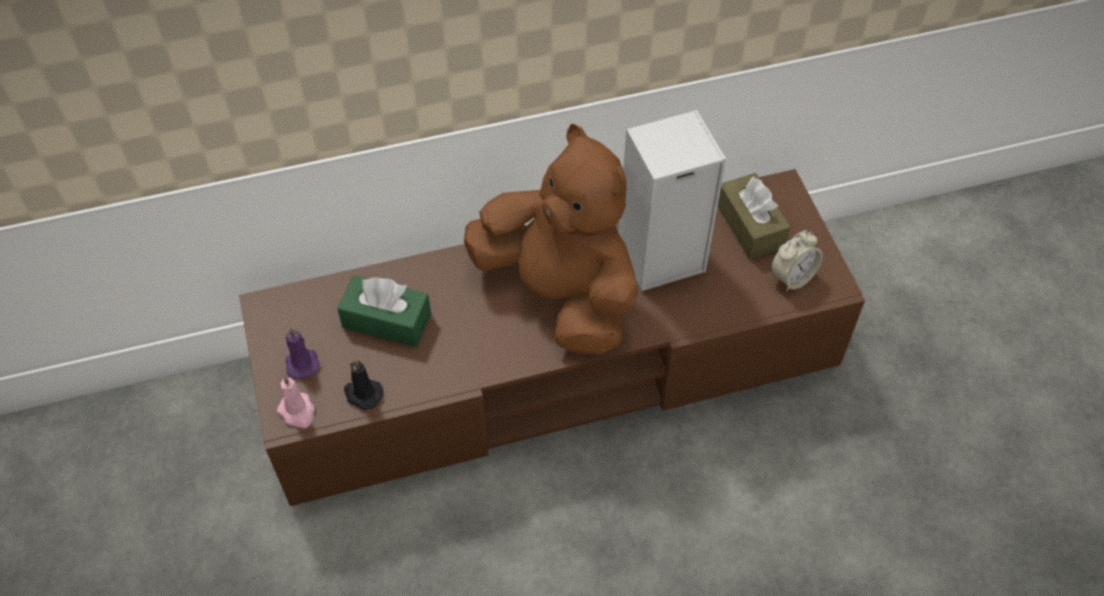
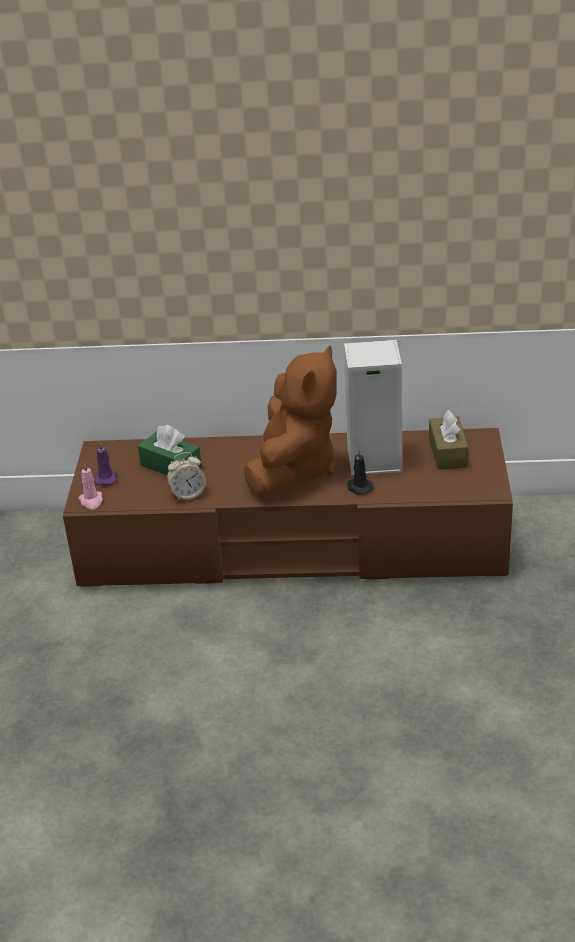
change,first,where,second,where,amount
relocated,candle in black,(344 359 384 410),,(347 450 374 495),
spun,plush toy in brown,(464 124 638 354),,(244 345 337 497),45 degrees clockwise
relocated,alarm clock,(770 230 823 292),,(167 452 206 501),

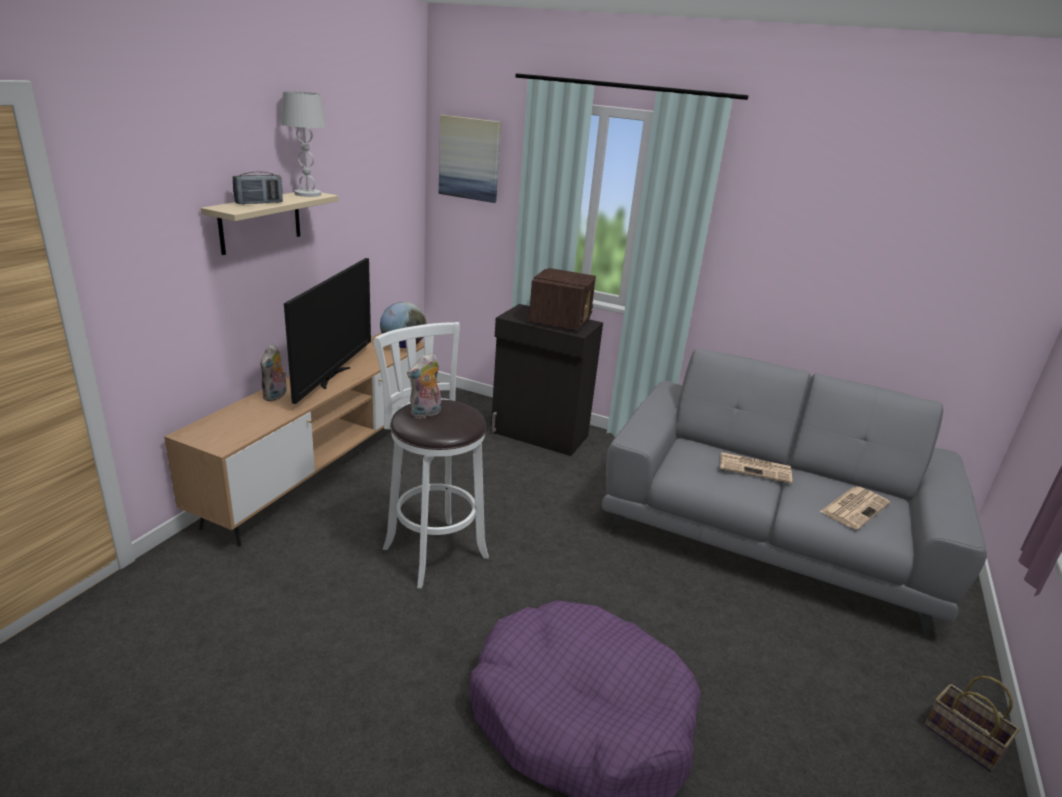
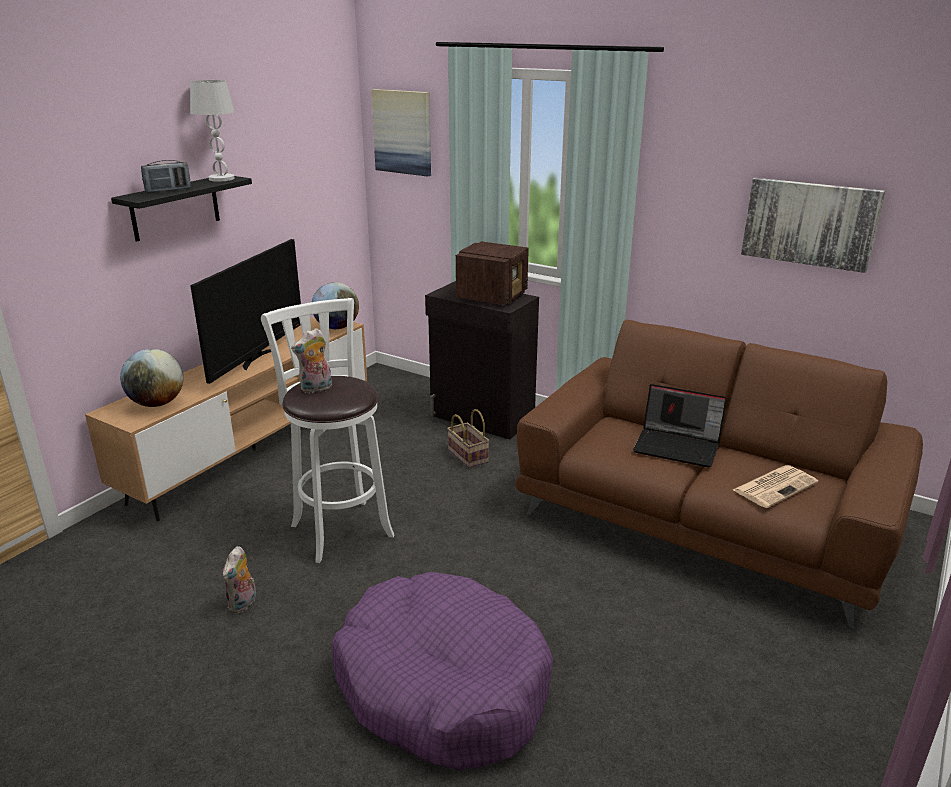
change,first,where,second,where,amount
colour,shelf in beige,(201 192 339 255),shelf in black,(111 176 252 242),
relocated,plush toy,(261 343 287 401),,(222 546 256 613),
colour,sofa in grey,(602 348 987 638),sofa in brown,(515 320 923 629),
exchanged,newspaper,(720 452 792 483),laptop,(633 384 727 467),
relocated,basket,(925 676 1020 772),,(447 409 490 468),
appeared,,,globe,(120 349 183 407),
appeared,,,picture,(741 178 885 273),

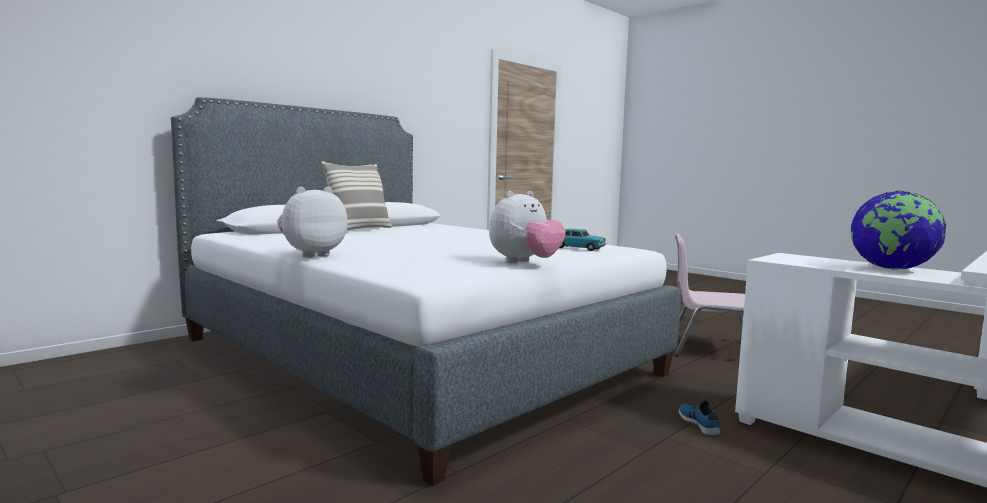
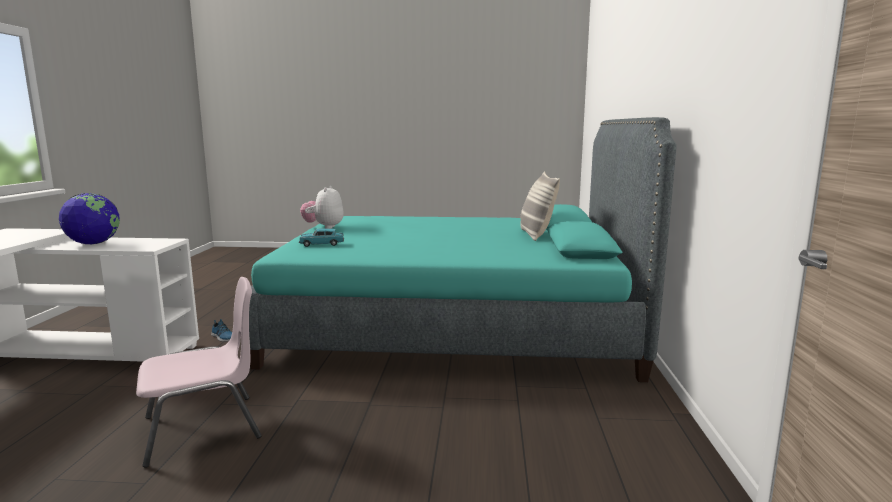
change,first,where,second,where,amount
colour,bed in white,(171 97 681 486),bed in turquoise,(249 117 677 382),
missing,plush toy,(277 187 348 258),,,

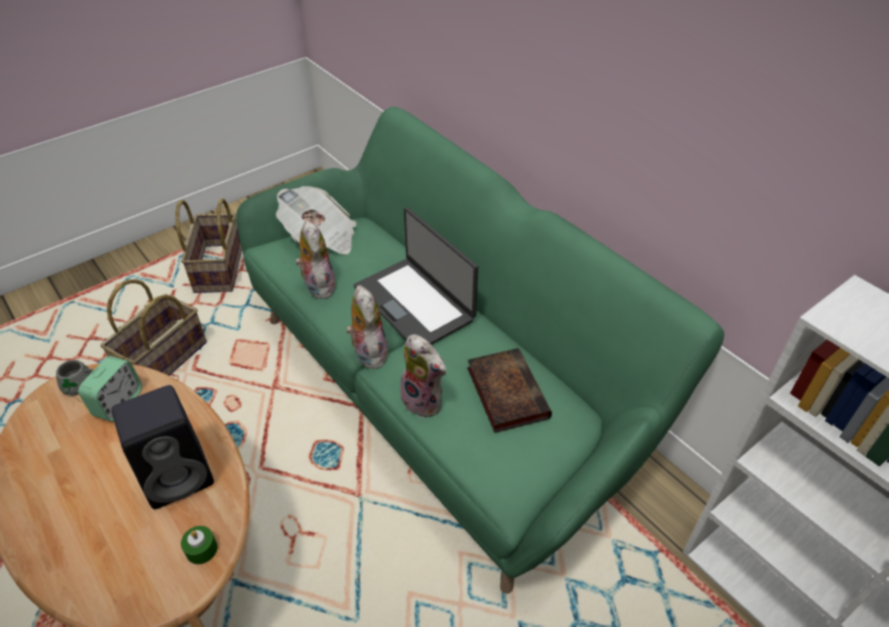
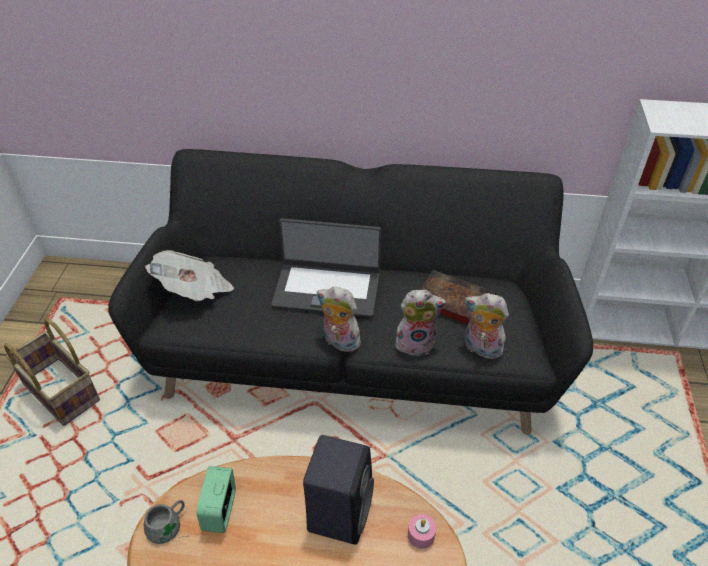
change,first,where,second,where,amount
spun,alarm clock,(78 356 142 422),,(196 466 236 533),150 degrees counterclockwise
missing,basket,(100 279 207 376),,,
colour,candle in green,(181 526 218 564),candle in pink,(408 514 436 549),
colour,sofa in green,(236 107 724 594),sofa in black,(108 149 593 435),
relocated,plush toy,(295 220 336 299),,(465 293 509 359),

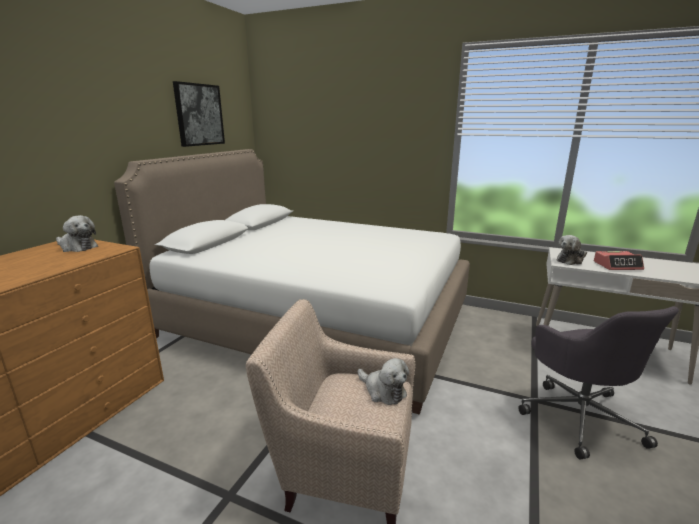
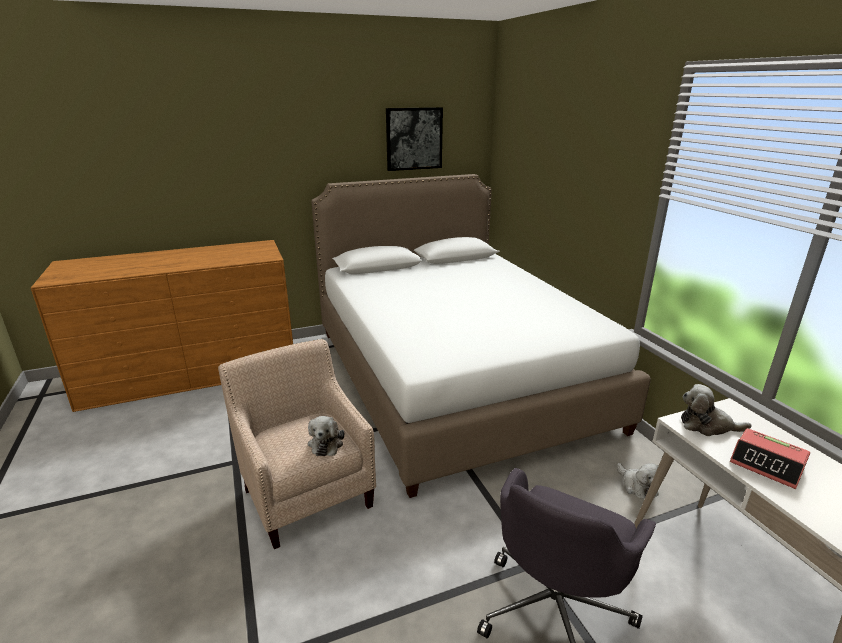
change,first,where,second,where,amount
relocated,plush toy,(56 215 98 252),,(617 463 658 499),

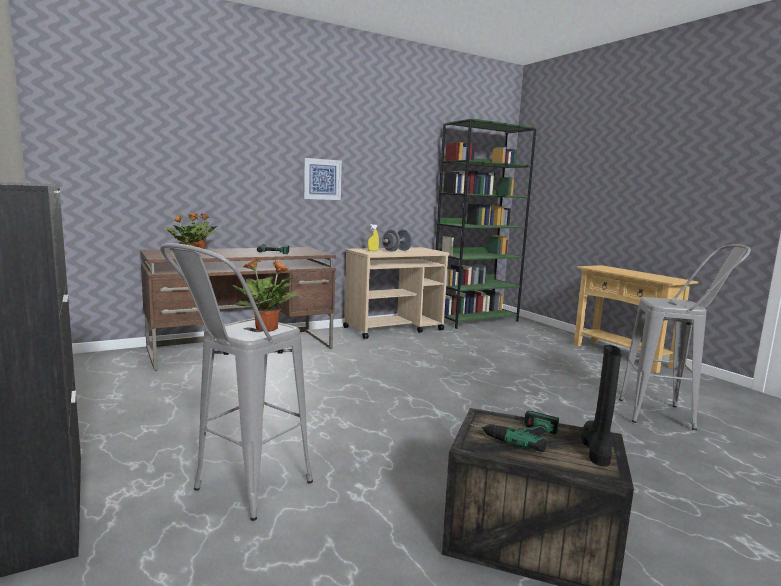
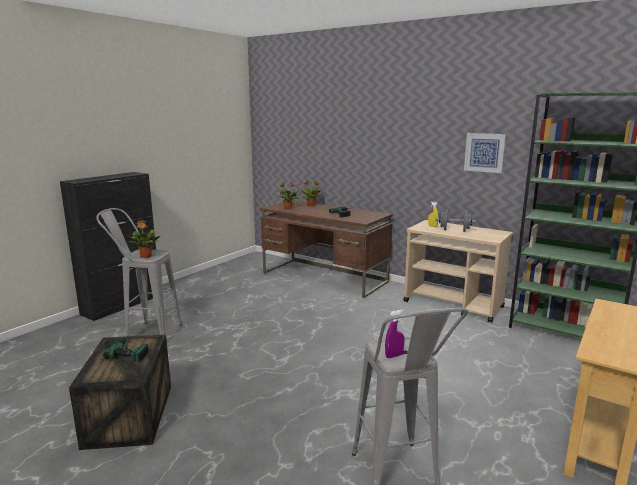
change,first,where,second,where,amount
relocated,picture,(303 158 342 200),,(464 133 506 173),
missing,boot in black,(581 345 621 466),,,
appeared,,,spray bottle in purple,(385 310 404 358),

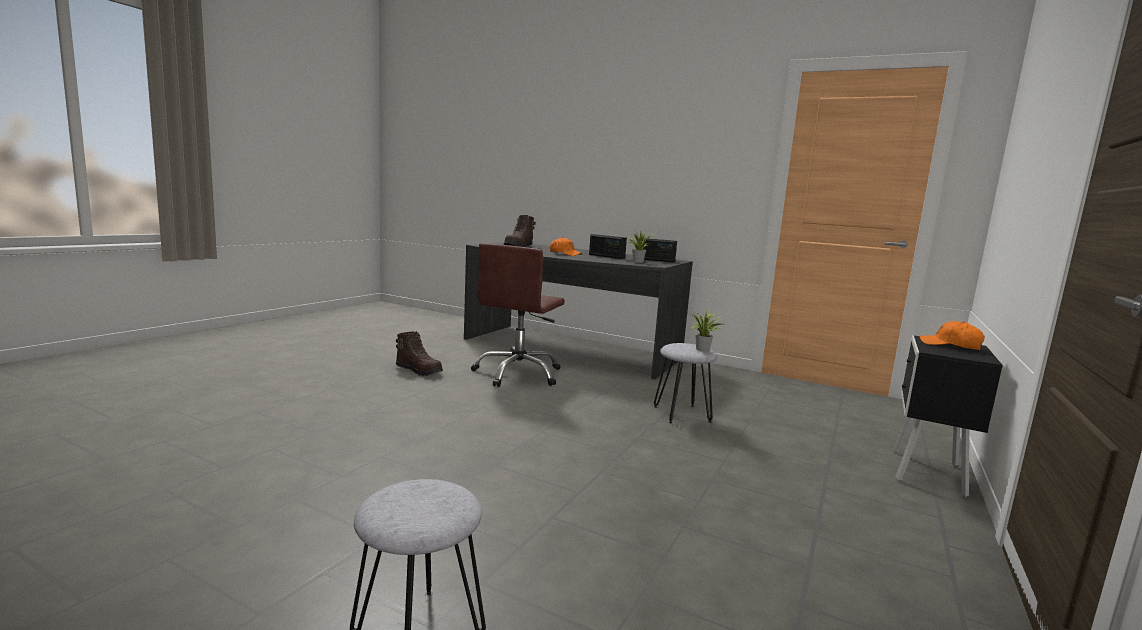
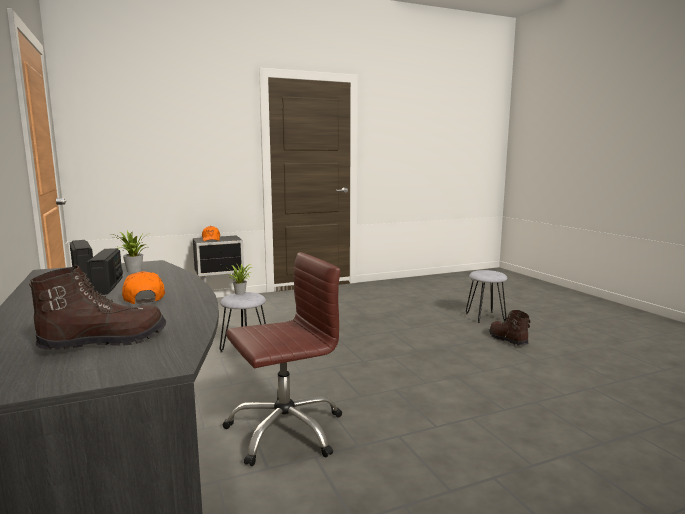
change,first,where,second,where,amount
relocated,boot in brown,(396 331 443 376),,(489 310 530 345),

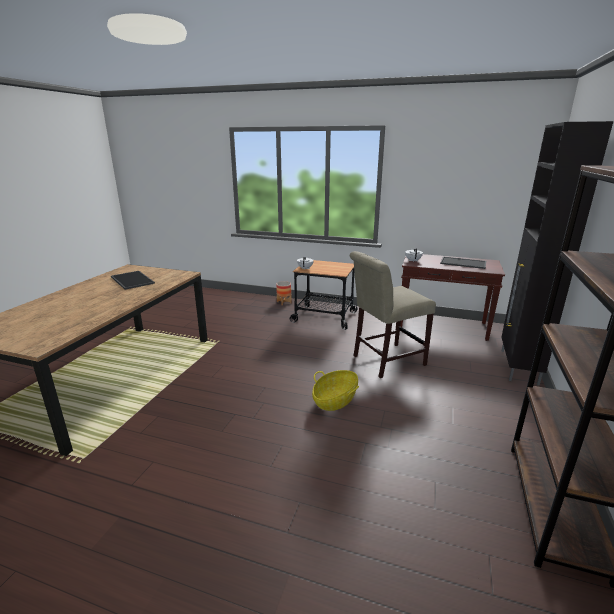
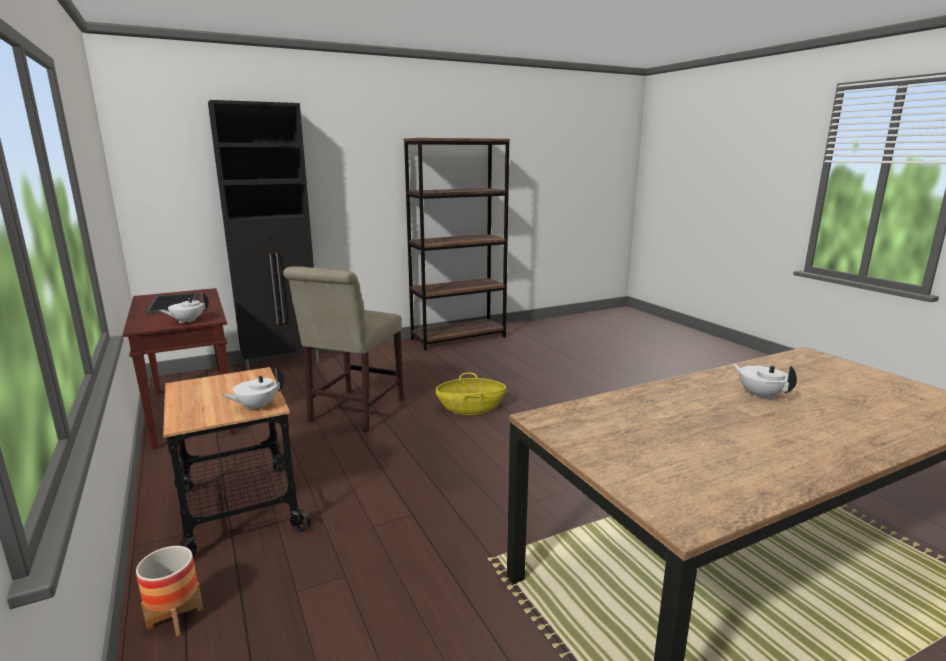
change,first,where,second,where,amount
missing,tray,(111 271 155 290),,,
spun,chair in beige,(350 251 436 378),,(283 266 403 433),90 degrees clockwise
appeared,,,teapot in white,(732 363 797 400),

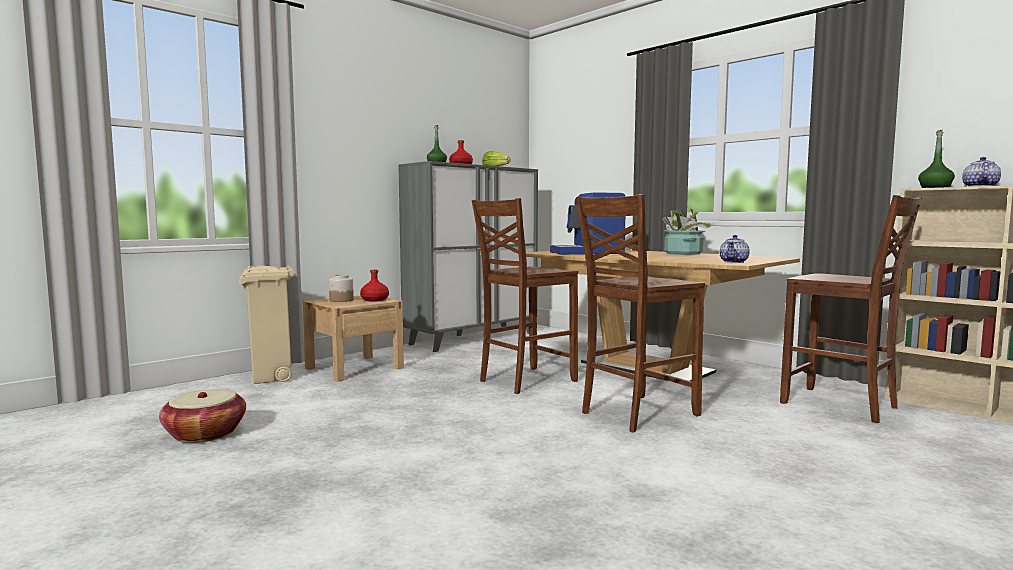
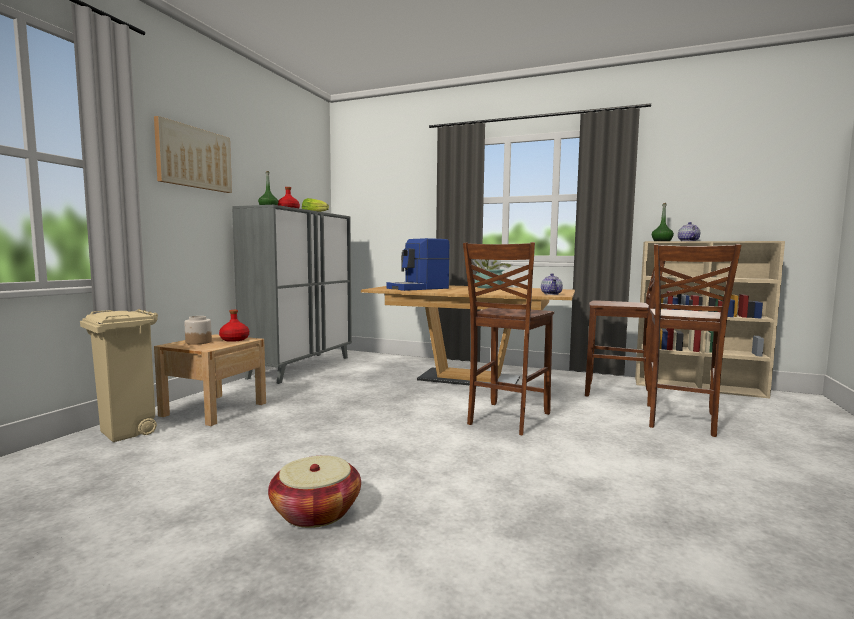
change,first,where,second,where,amount
relocated,basket,(159 389 246 443),,(268 456 361 528),
relocated,chair in brown,(472 198 578 394),,(647 244 741 437),
appeared,,,picture,(154 116 232 193),

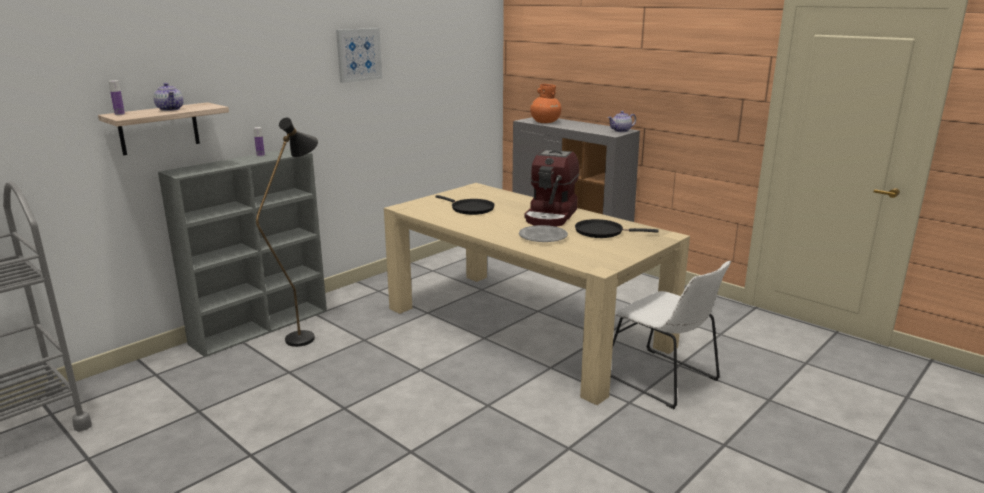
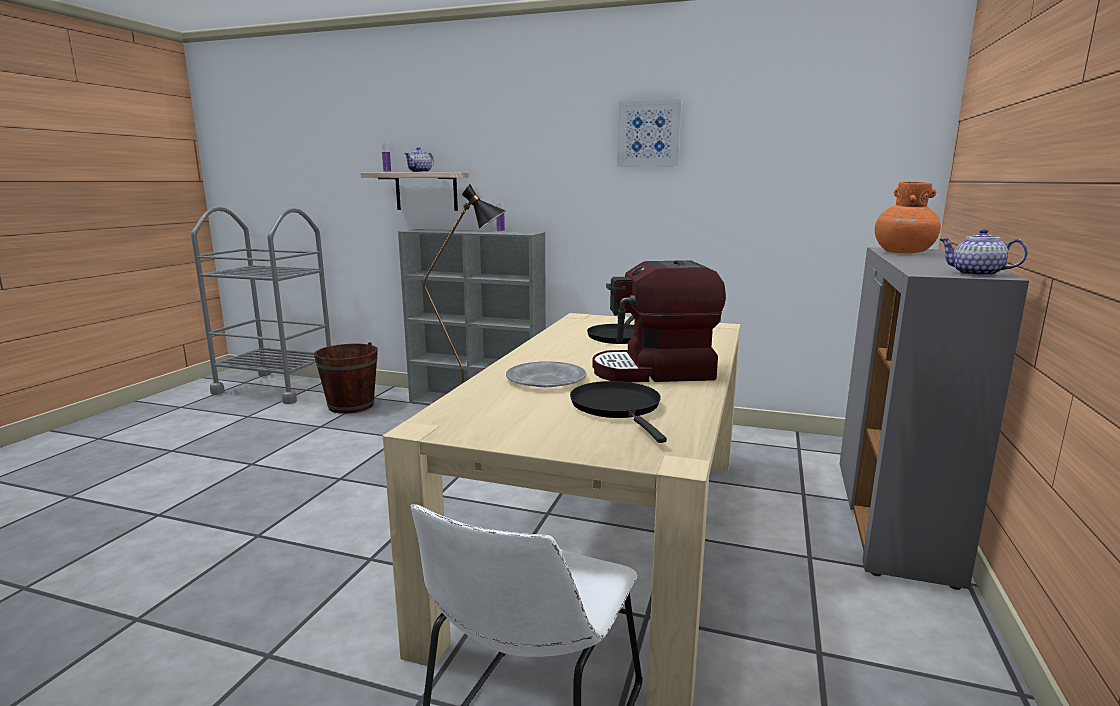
change,first,where,second,where,amount
appeared,,,bucket in brown,(314 342 378 414),

